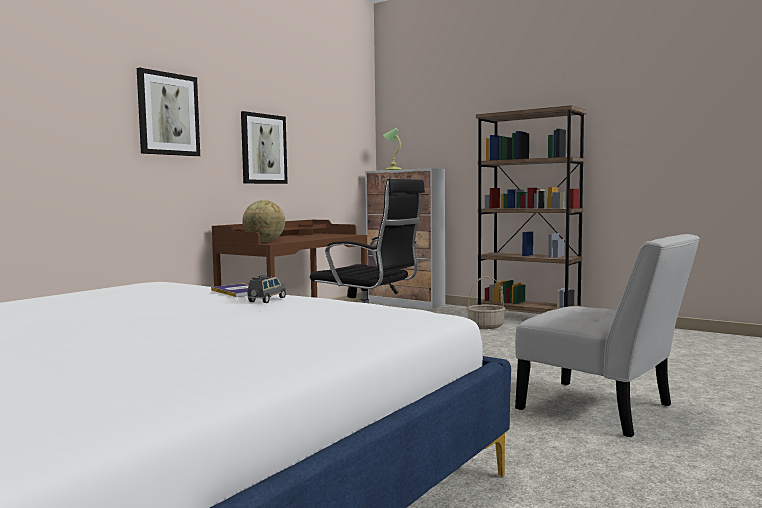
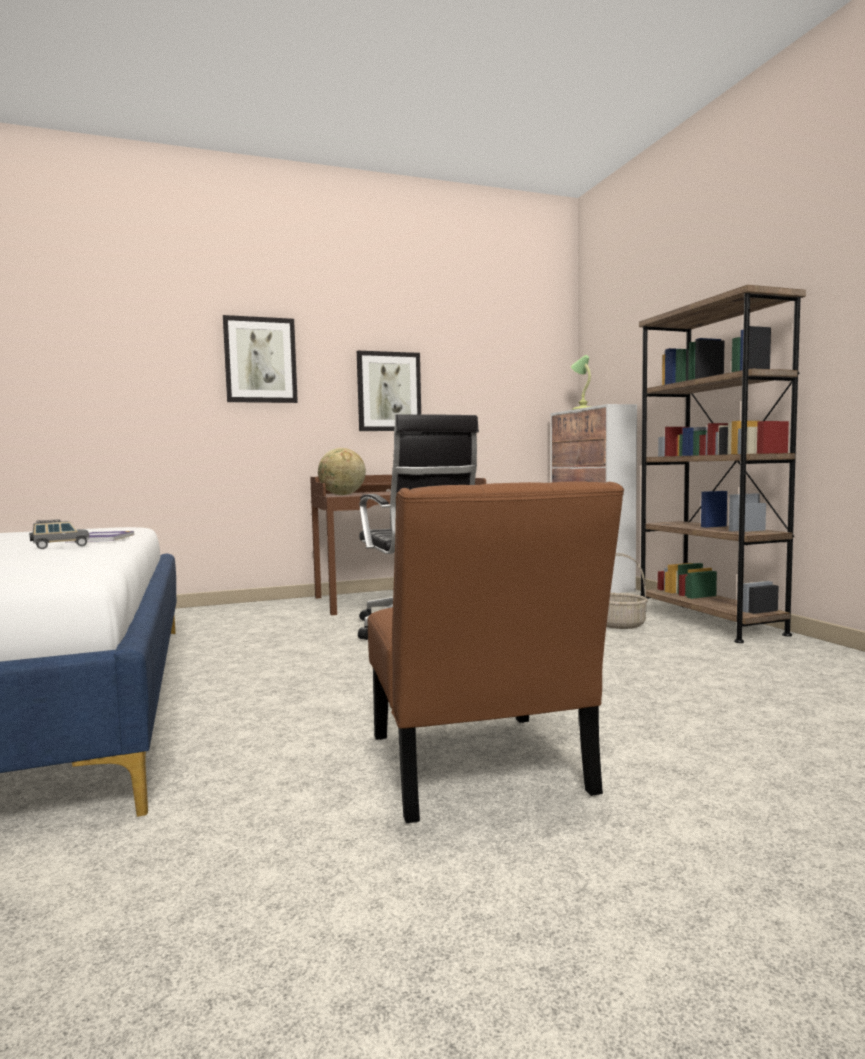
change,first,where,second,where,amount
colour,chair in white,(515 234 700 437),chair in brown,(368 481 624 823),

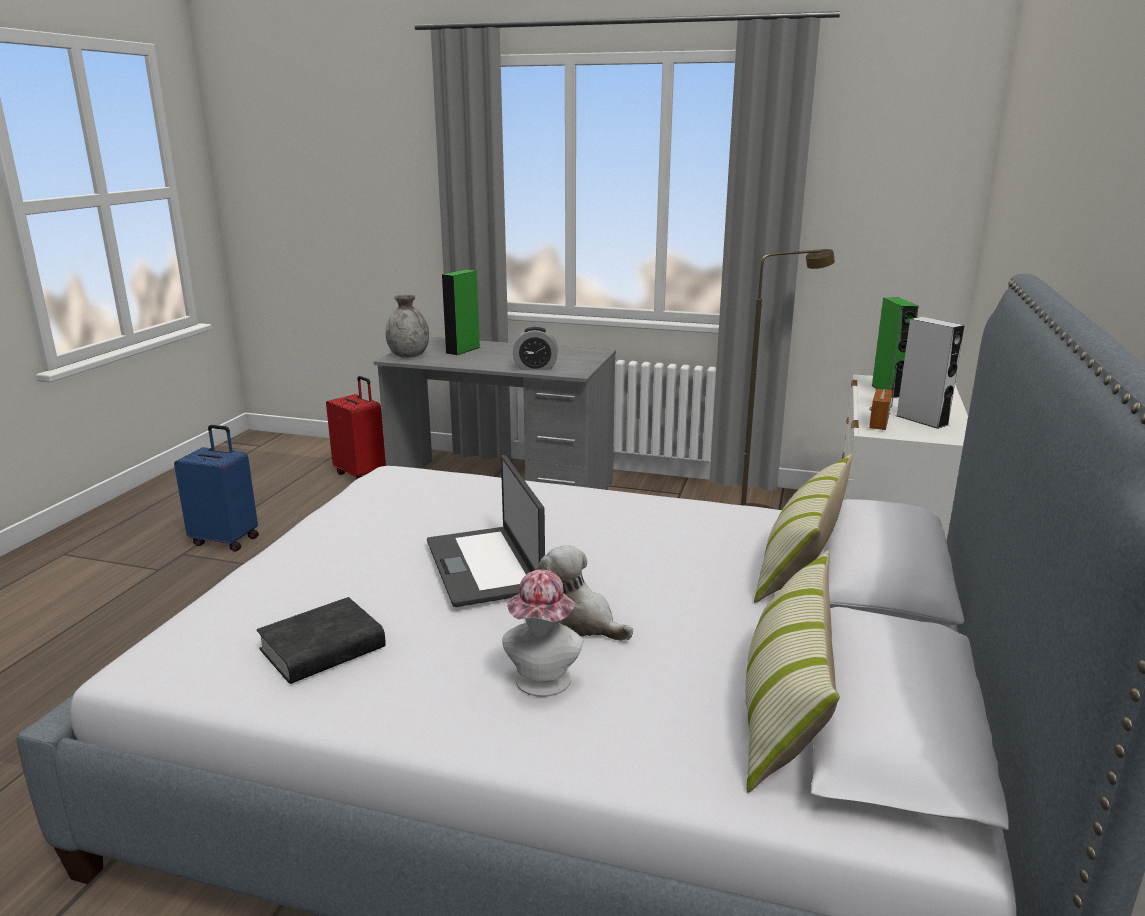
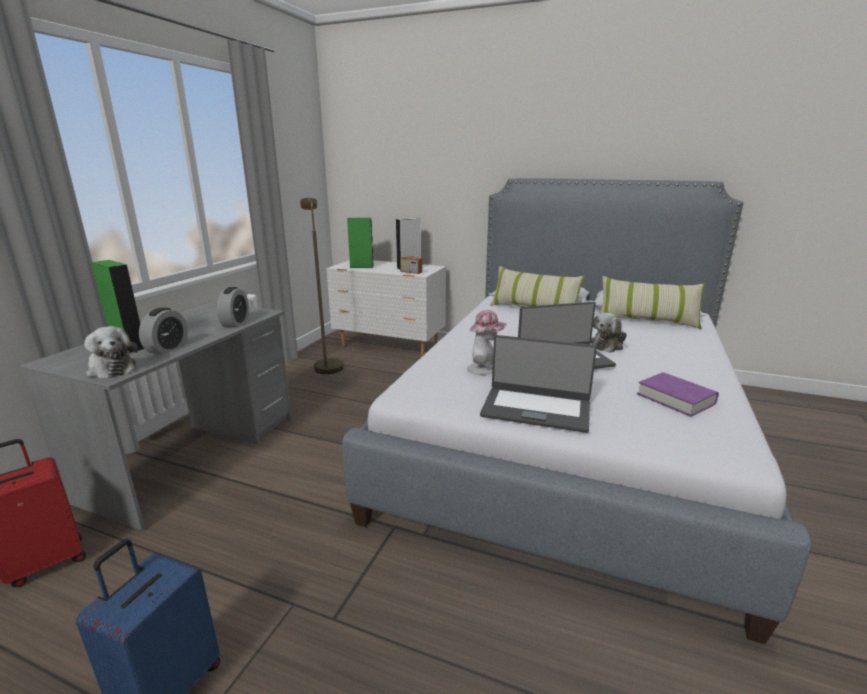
change,first,where,second,where,amount
colour,book in black,(257 597 386 684),book in purple,(637 372 719 417),
exchanged,vase in grey,(385 294 429 358),plush toy,(84 326 138 379),
relocated,hat,(502 569 583 697),,(467 310 507 375),
appeared,,,alarm clock,(139 307 188 355),
appeared,,,laptop,(480 335 597 433),

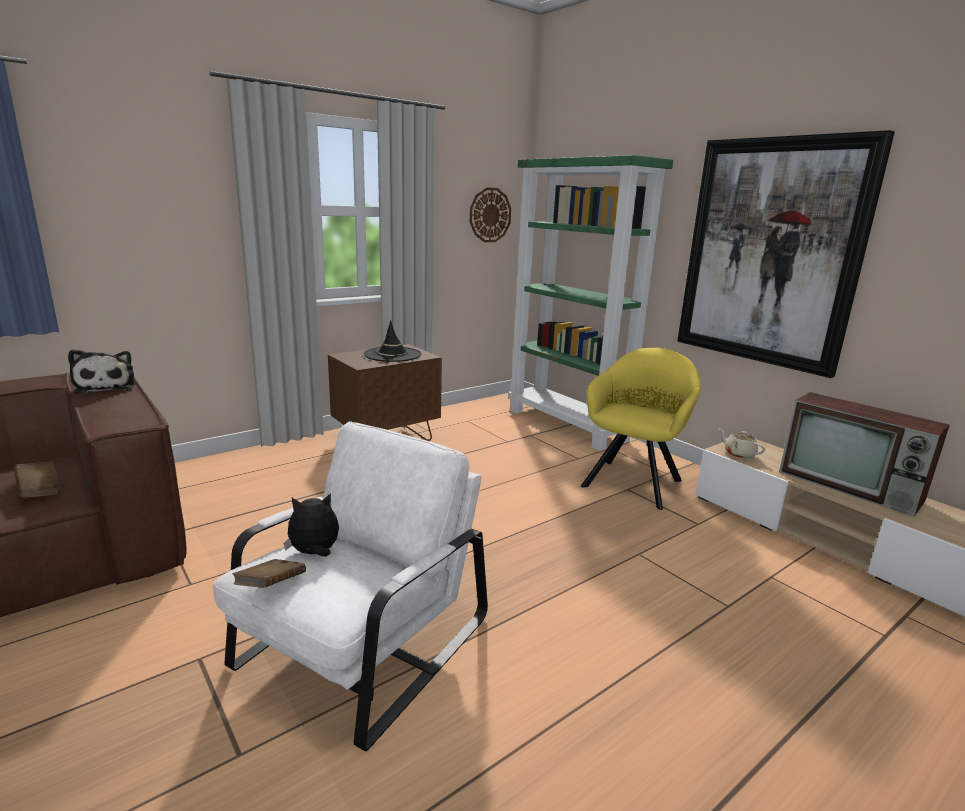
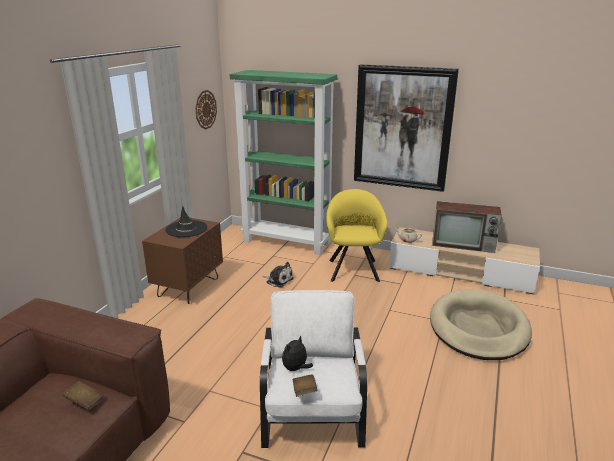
change,first,where,second,where,amount
relocated,plush toy,(68 349 135 394),,(263 262 294 288),
appeared,,,dog bed in beige,(430 289 532 360),

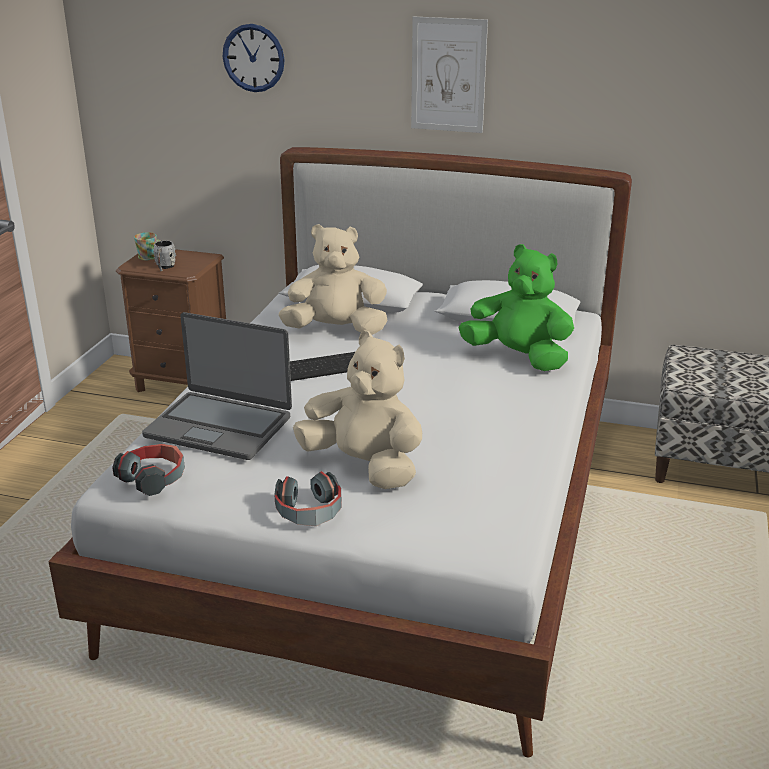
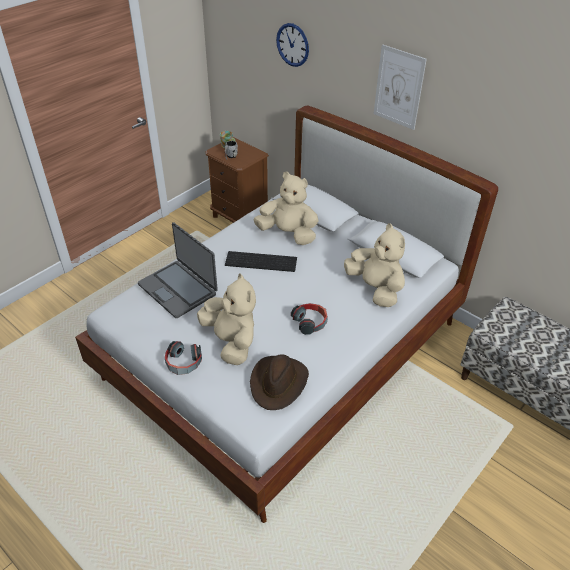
change,first,where,second,where,amount
relocated,headphones,(112 444 185 496),,(291 303 328 335),
colour,plush toy in green,(458 244 574 371),plush toy in beige,(344 223 405 307),
appeared,,,hat in brown,(250 354 309 410),

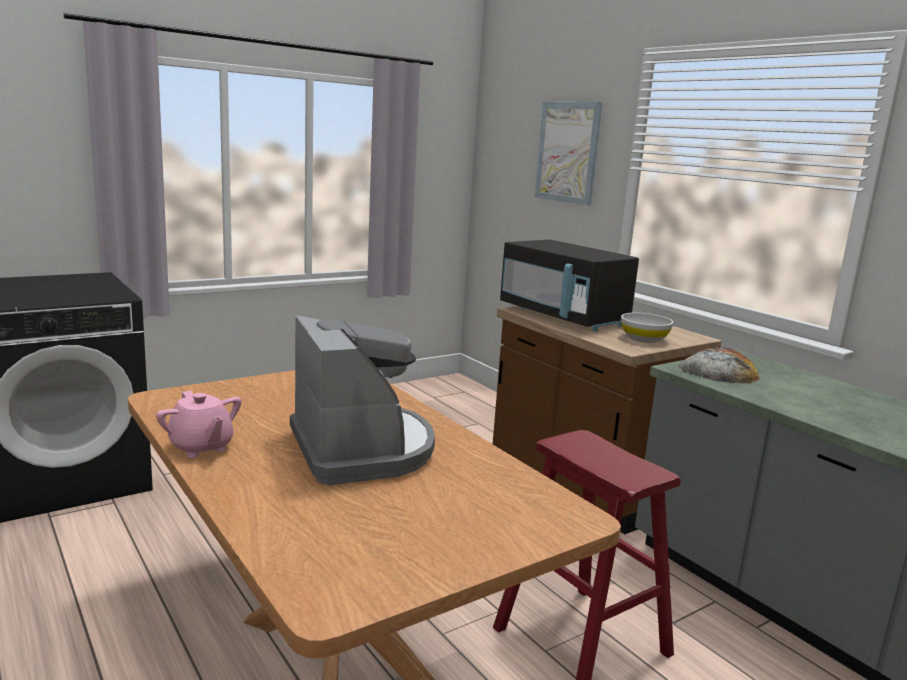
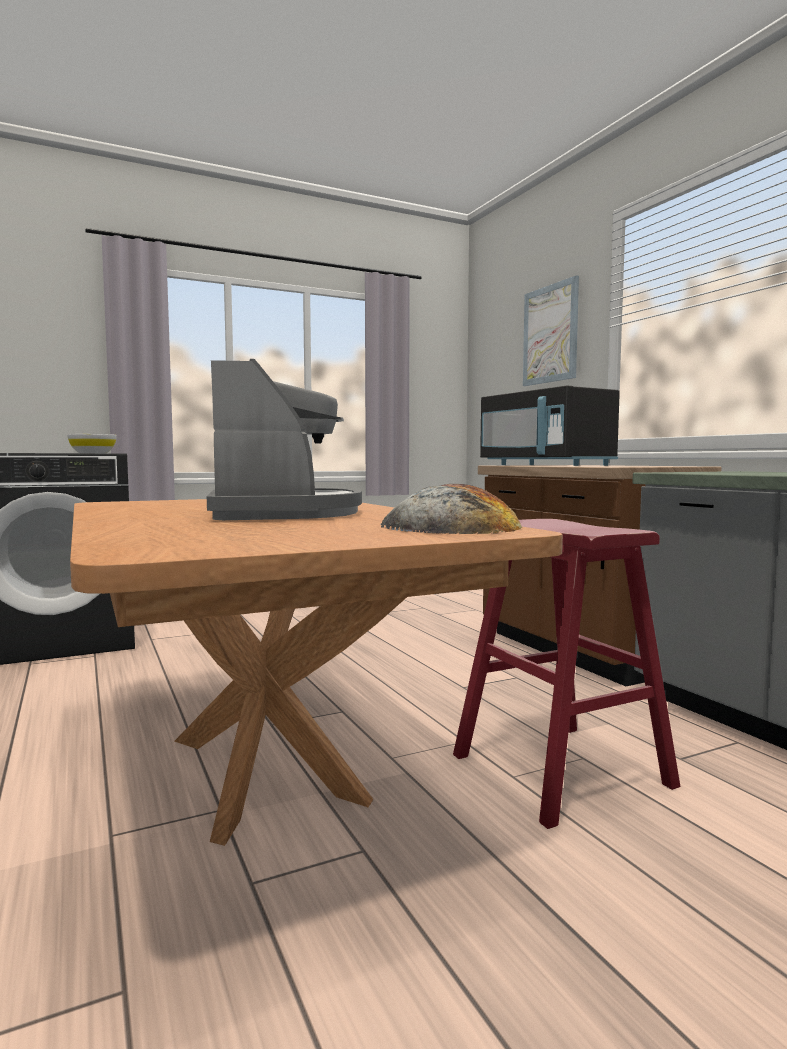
change,first,where,second,where,amount
missing,teapot in pink,(156 391 241 458),,,
relocated,bowl in white,(621 313 673 343),,(67 434 117 453),
relocated,bread,(678 347 759 383),,(381 484 522 534),

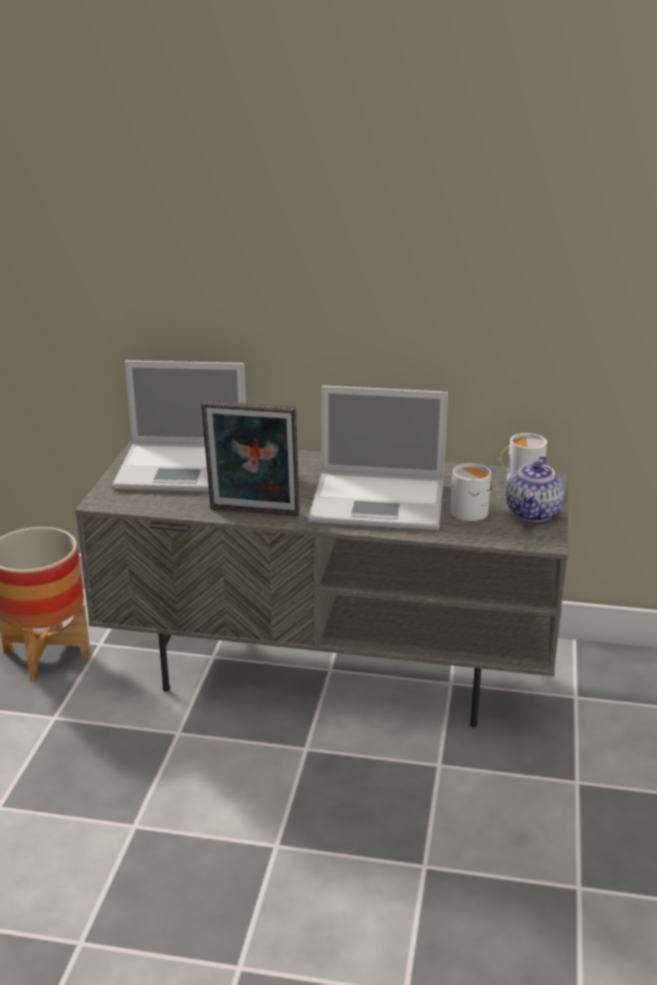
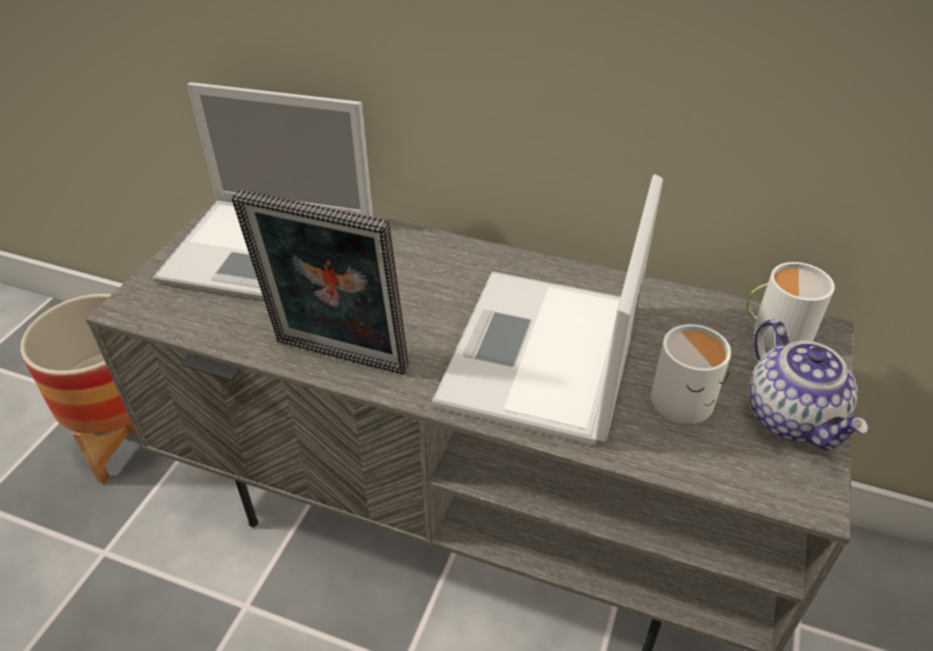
change,first,where,second,where,amount
spun,laptop,(308 385 448 530),,(432 174 663 446),90 degrees clockwise
spun,teapot,(506 456 564 522),,(748 319 869 450),45 degrees counterclockwise

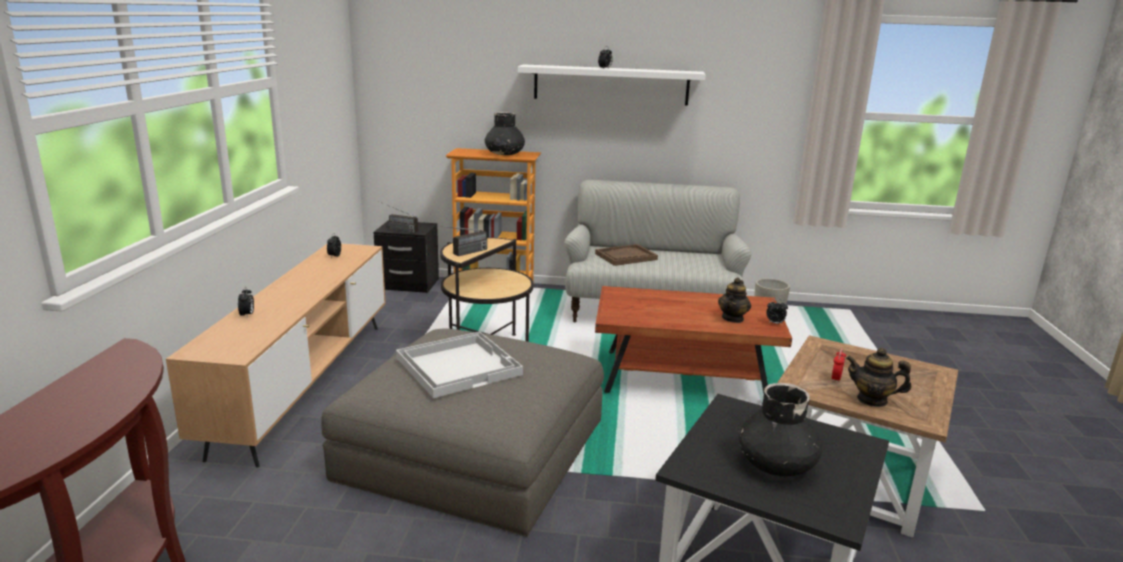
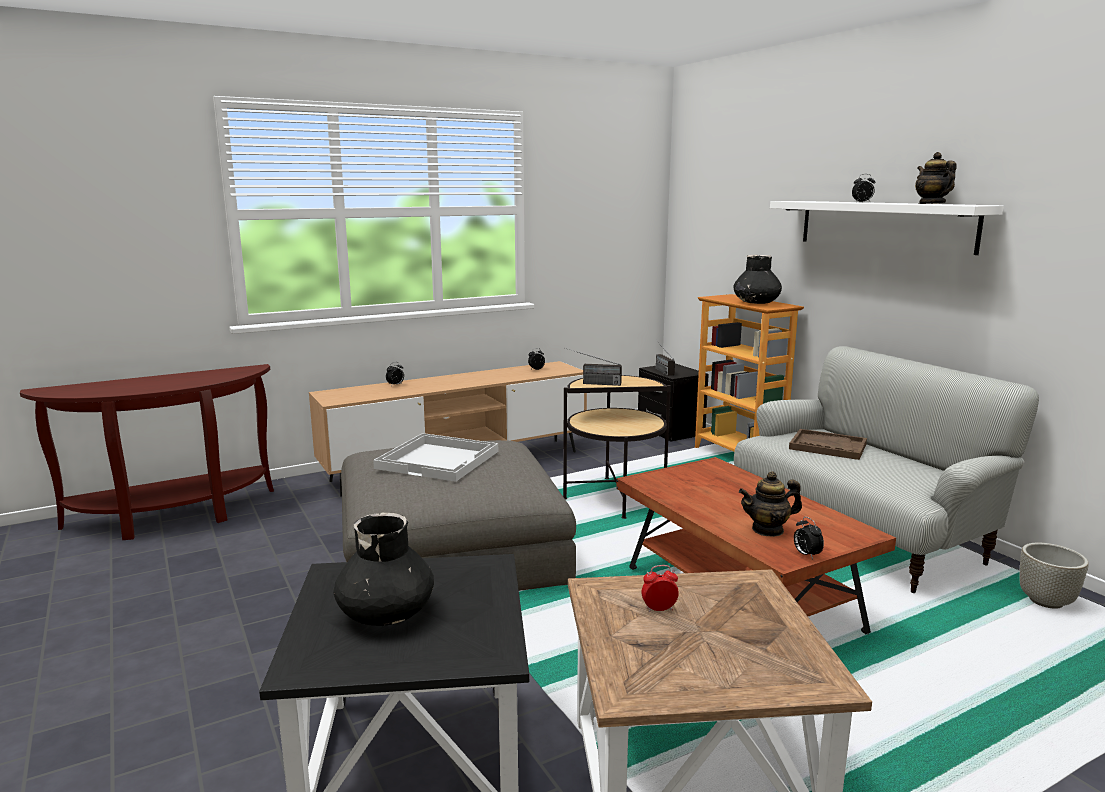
change,first,where,second,where,amount
relocated,teapot,(846 348 911 407),,(915 152 956 204),

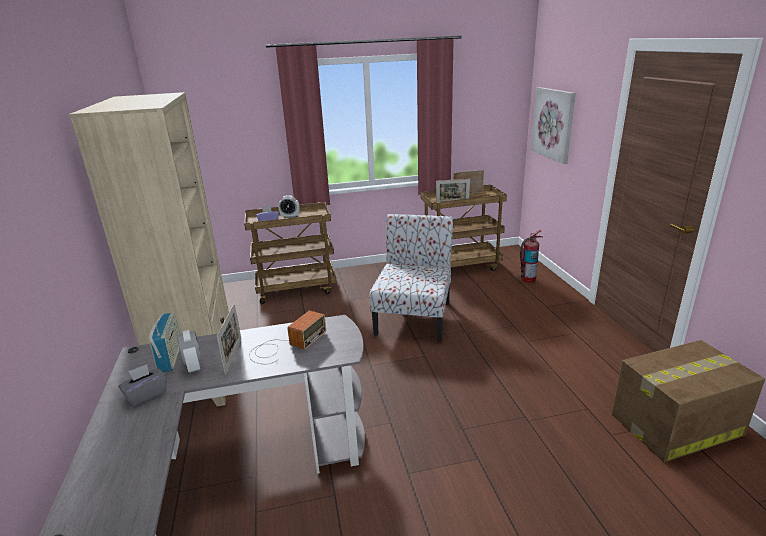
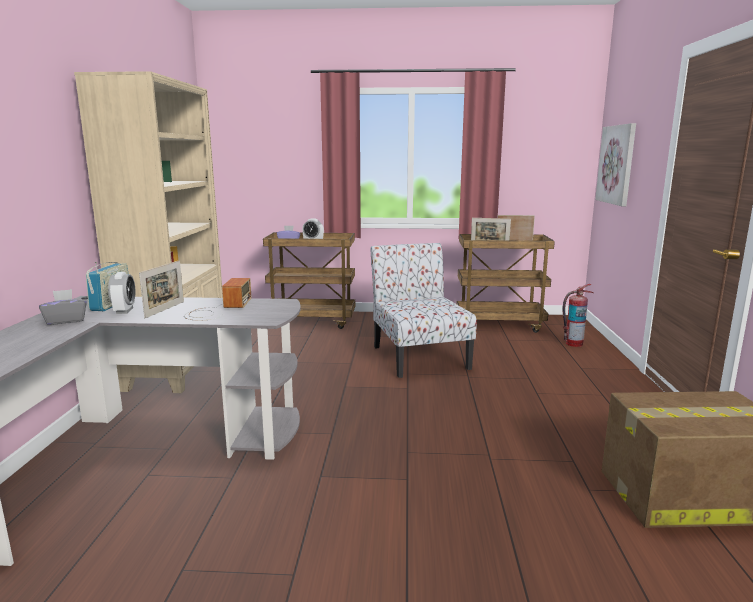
change,first,where,second,where,amount
spun,radio,(249 311 326 364),,(184 278 251 320),45 degrees counterclockwise
spun,chair,(369 214 453 342),,(371 243 477 378),45 degrees counterclockwise

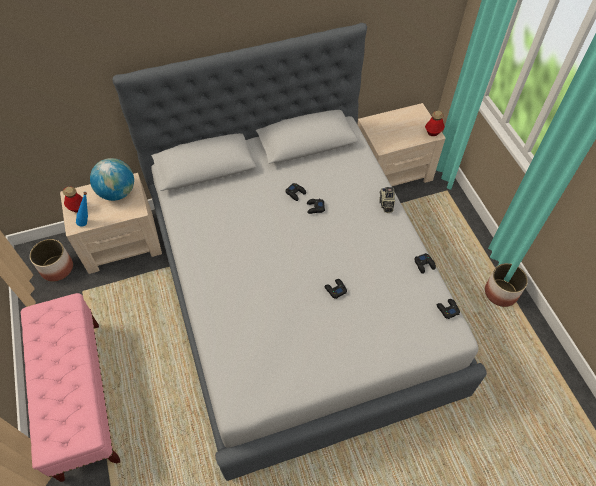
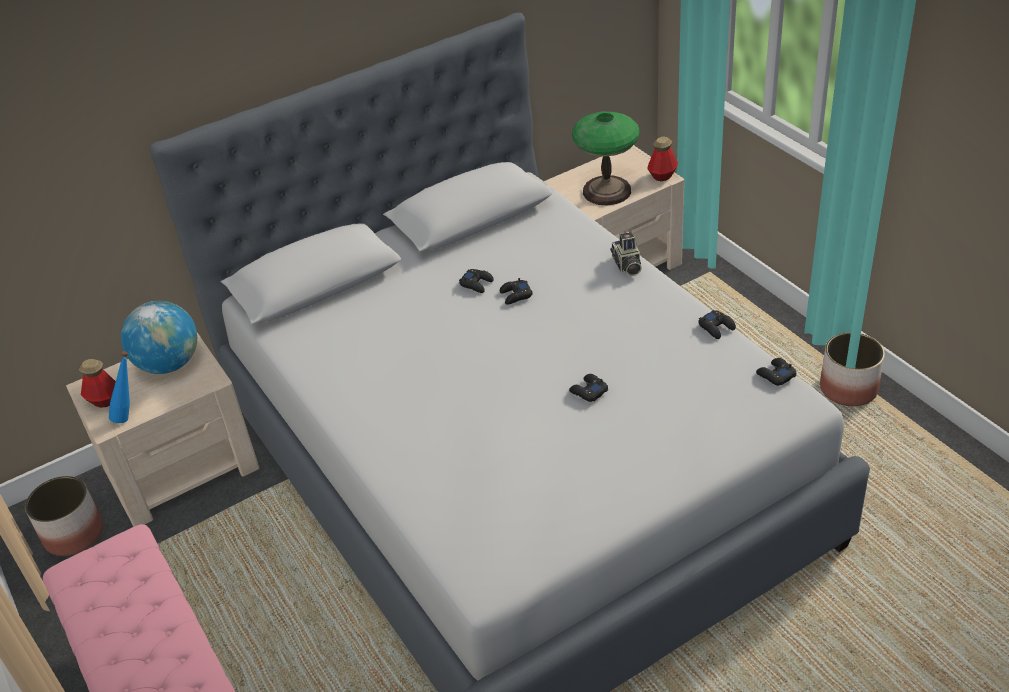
change,first,where,second,where,amount
appeared,,,table lamp,(572 111 640 205),

